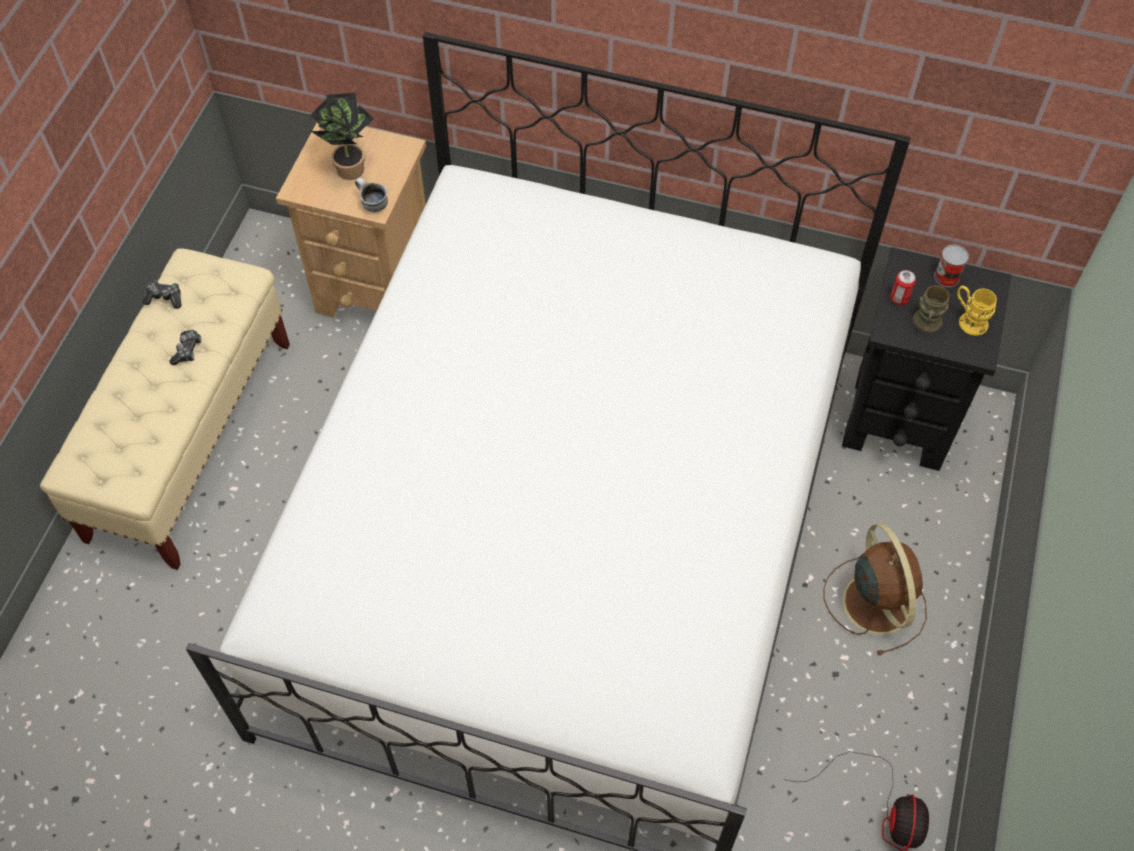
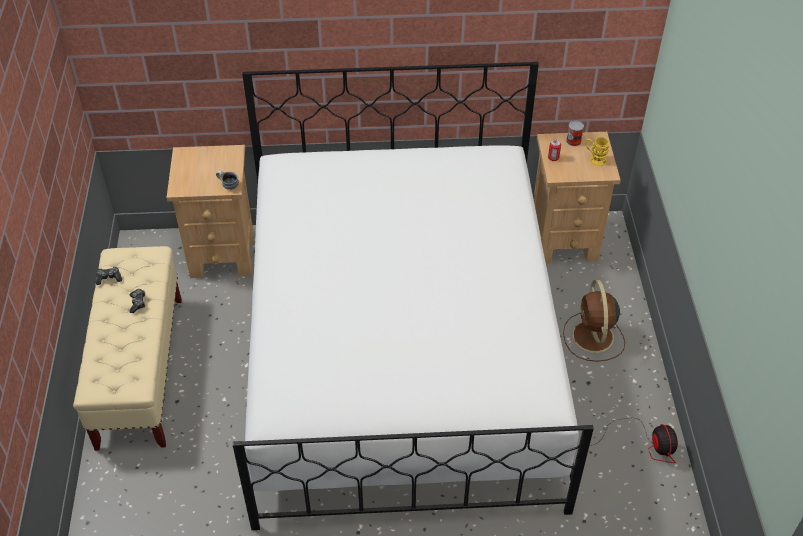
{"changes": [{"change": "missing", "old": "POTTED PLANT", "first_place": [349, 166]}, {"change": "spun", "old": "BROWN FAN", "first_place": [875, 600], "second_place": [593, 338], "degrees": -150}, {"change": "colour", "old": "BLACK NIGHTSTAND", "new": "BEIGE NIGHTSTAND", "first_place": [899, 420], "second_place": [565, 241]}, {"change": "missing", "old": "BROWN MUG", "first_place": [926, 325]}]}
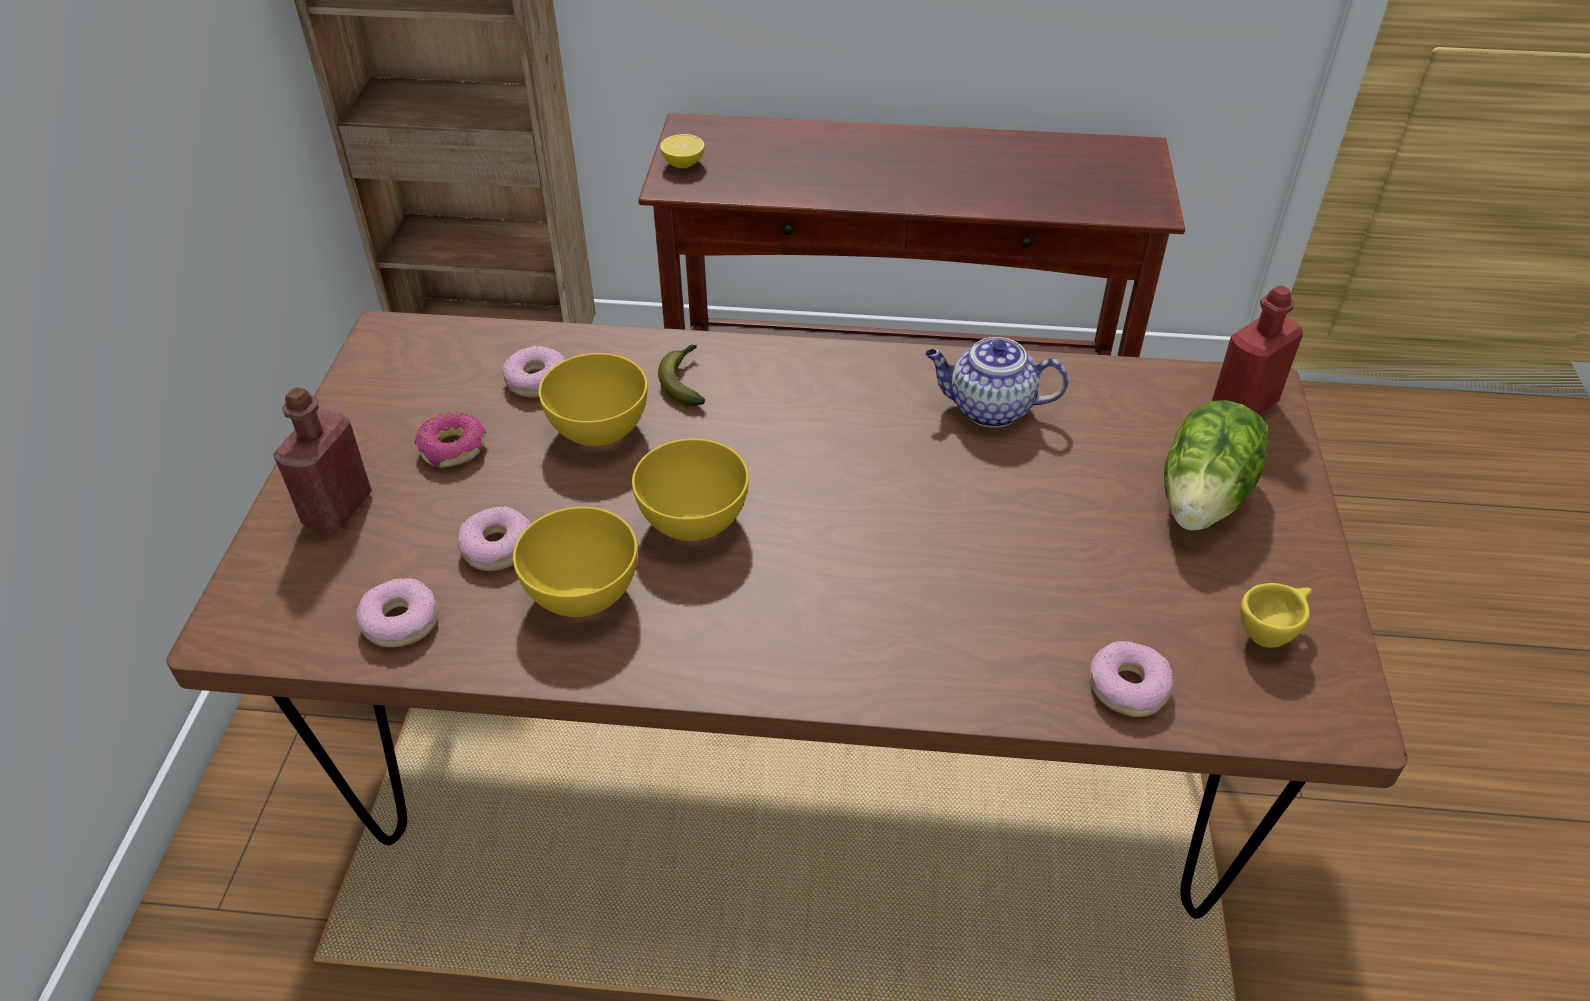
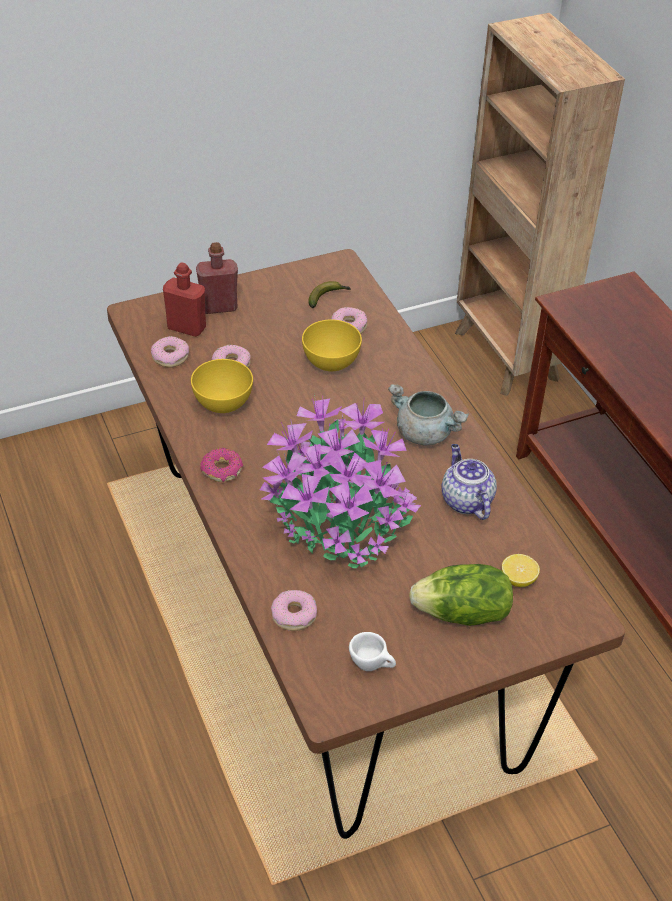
{"changes": [{"change": "relocated", "old": "DONUT", "first_place": [453, 448], "second_place": [222, 470]}, {"change": "missing", "old": "YELLOW BOWL", "first_place": [695, 521]}, {"change": "relocated", "old": "BANANA", "first_place": [684, 381], "second_place": [328, 297]}, {"change": "relocated", "old": "LEMON", "first_place": [683, 164], "second_place": [518, 579]}, {"change": "relocated", "old": "RED BOTTLE", "first_place": [1244, 404], "second_place": [186, 327]}, {"change": "colour", "old": "YELLOW CUP", "new": "WHITE CUP", "first_place": [1270, 633], "second_place": [372, 665]}, {"change": "appeared", "new": "POTTED PLANT", "second_place": [338, 519]}, {"change": "appeared", "new": "GREY COOKING POT", "second_place": [425, 433]}]}
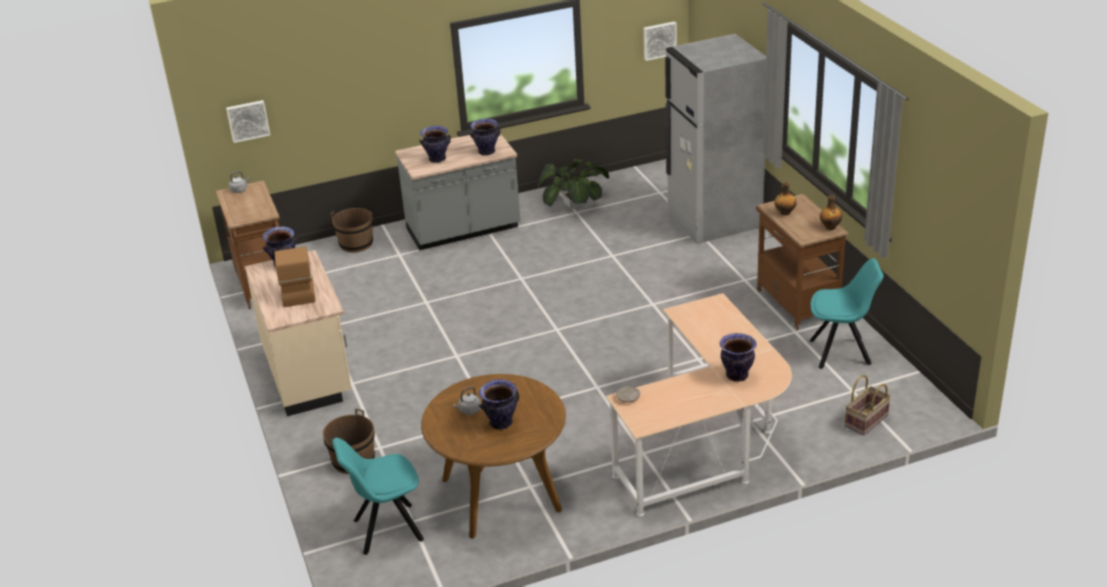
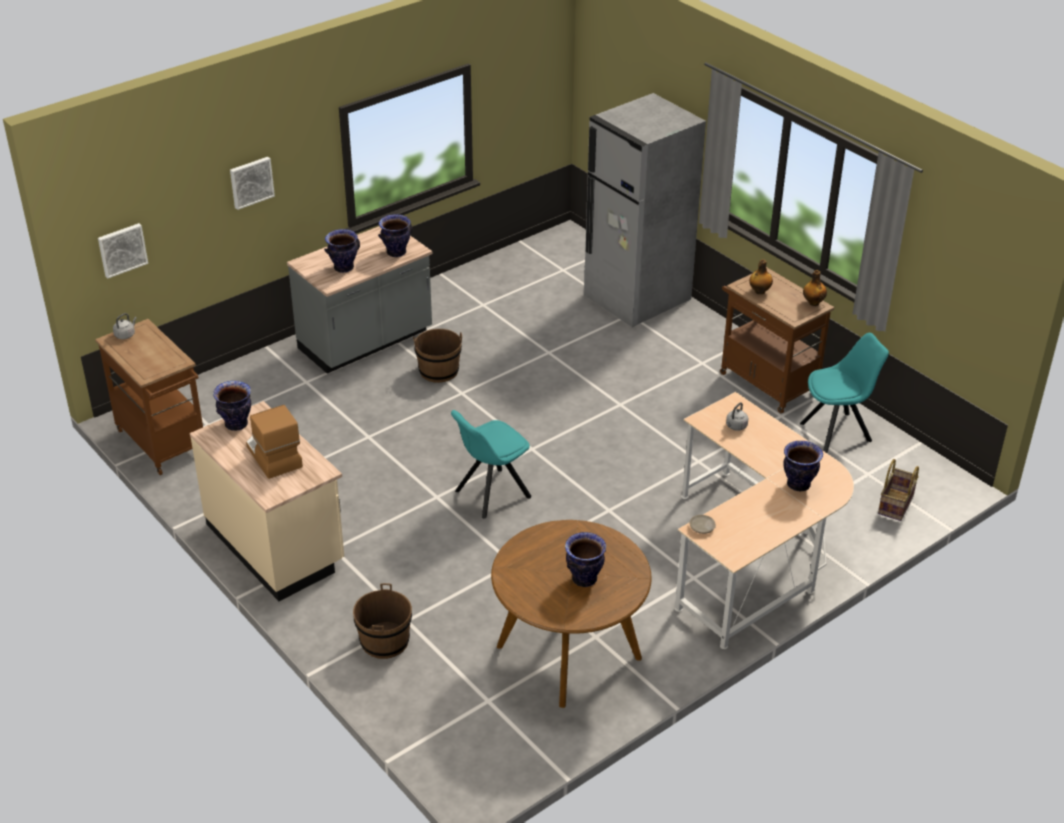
{"changes": [{"change": "relocated", "old": "BROWN BUCKET", "first_place": [356, 244], "second_place": [439, 371]}, {"change": "relocated", "old": "TURQUOISE CHAIR", "first_place": [387, 530], "second_place": [492, 494]}, {"change": "relocated", "old": "GREY KETTLE", "first_place": [469, 411], "second_place": [735, 426]}, {"change": "missing", "old": "POTTED PLANT", "first_place": [574, 203]}, {"change": "relocated", "old": "PICTURE", "first_place": [659, 40], "second_place": [251, 182]}]}
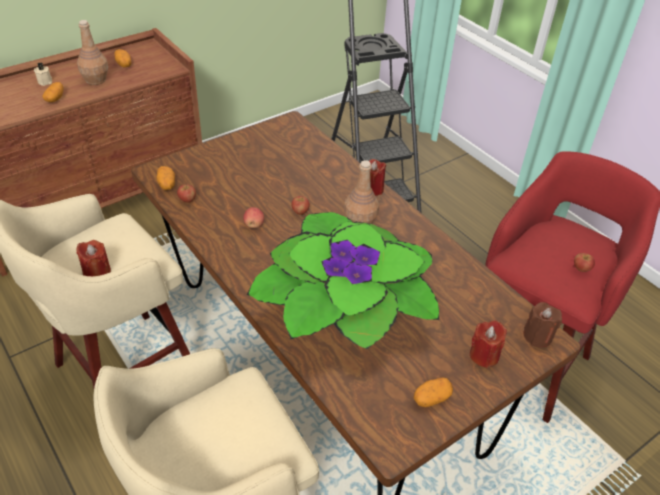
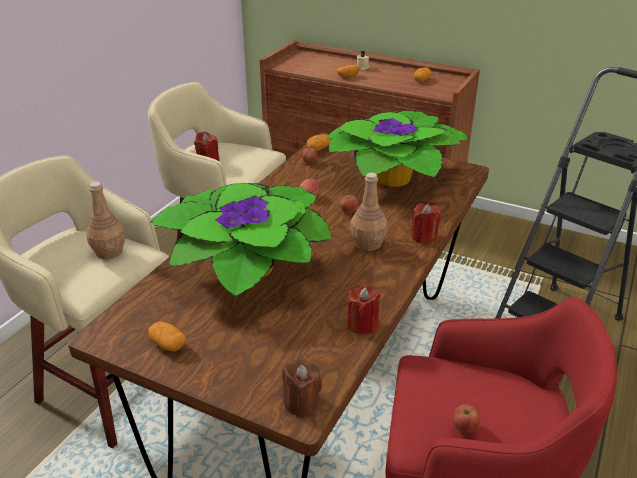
{"changes": [{"change": "relocated", "old": "BROWN BOTTLE", "first_place": [95, 79], "second_place": [109, 252]}, {"change": "relocated", "old": "RED CANDLE", "first_place": [484, 355], "second_place": [363, 324]}, {"change": "appeared", "new": "POTTED PLANT", "second_place": [394, 176]}]}
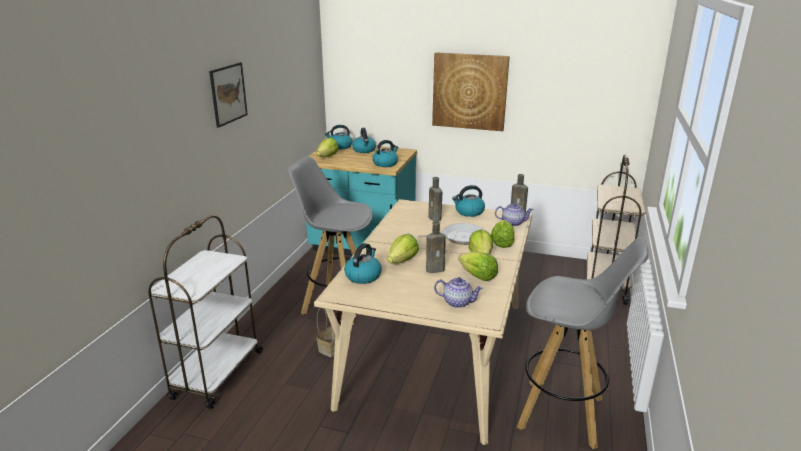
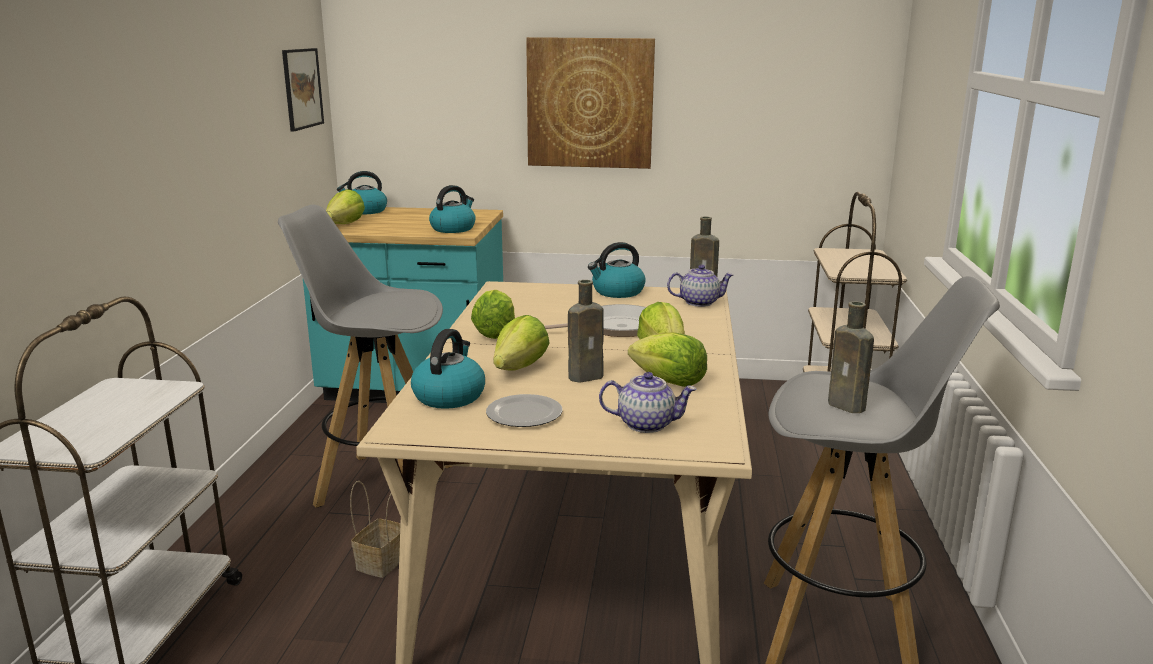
{"changes": [{"change": "relocated", "old": "PICTURE", "first_place": [228, 94], "second_place": [302, 88]}, {"change": "missing", "old": "KETTLE", "first_place": [364, 150]}, {"change": "relocated", "old": "BROWN BOTTLE", "first_place": [435, 219], "second_place": [849, 406]}, {"change": "relocated", "old": "LETTUCE", "first_place": [502, 243], "second_place": [495, 332]}, {"change": "appeared", "new": "PLATE", "second_place": [524, 413]}]}
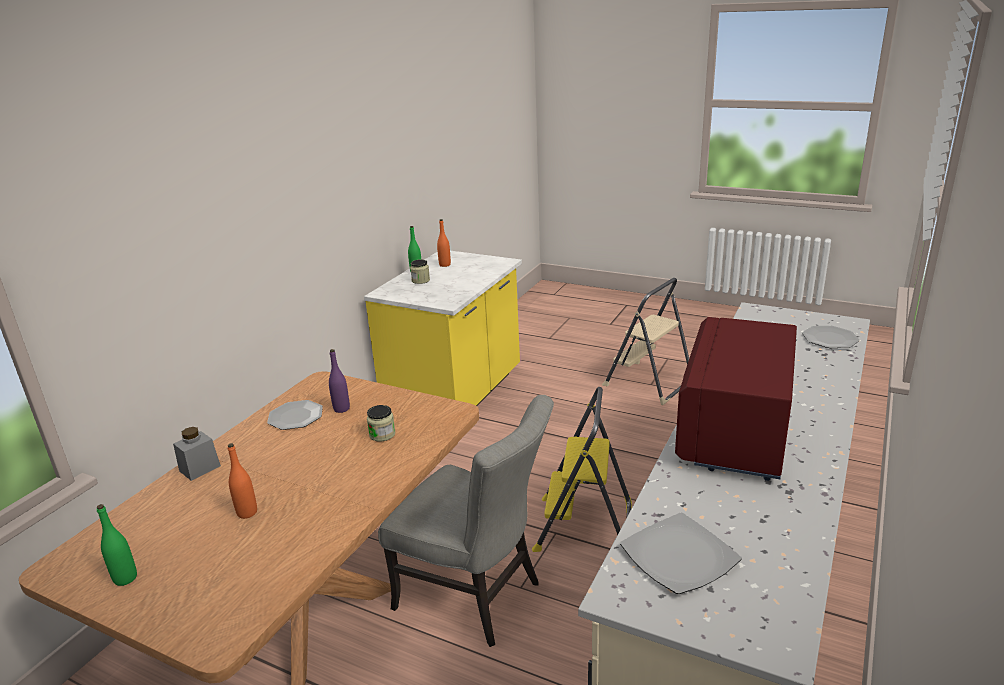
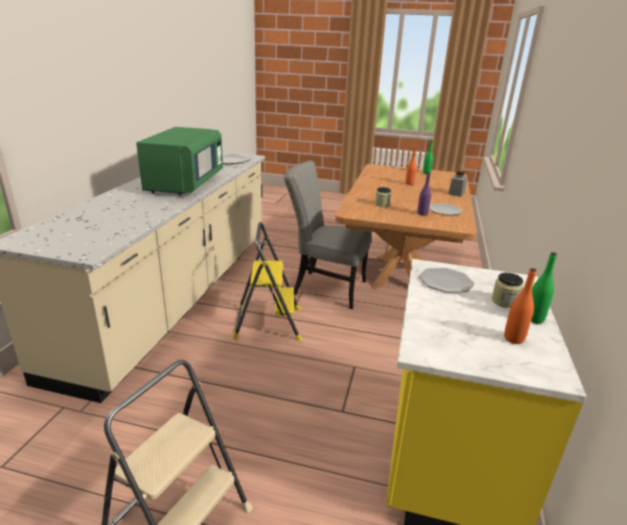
{"changes": [{"change": "colour", "old": "RED MICROWAVE", "new": "GREEN MICROWAVE", "first_place": [735, 433], "second_place": [185, 184]}, {"change": "relocated", "old": "PLATE", "first_place": [829, 339], "second_place": [446, 282]}]}
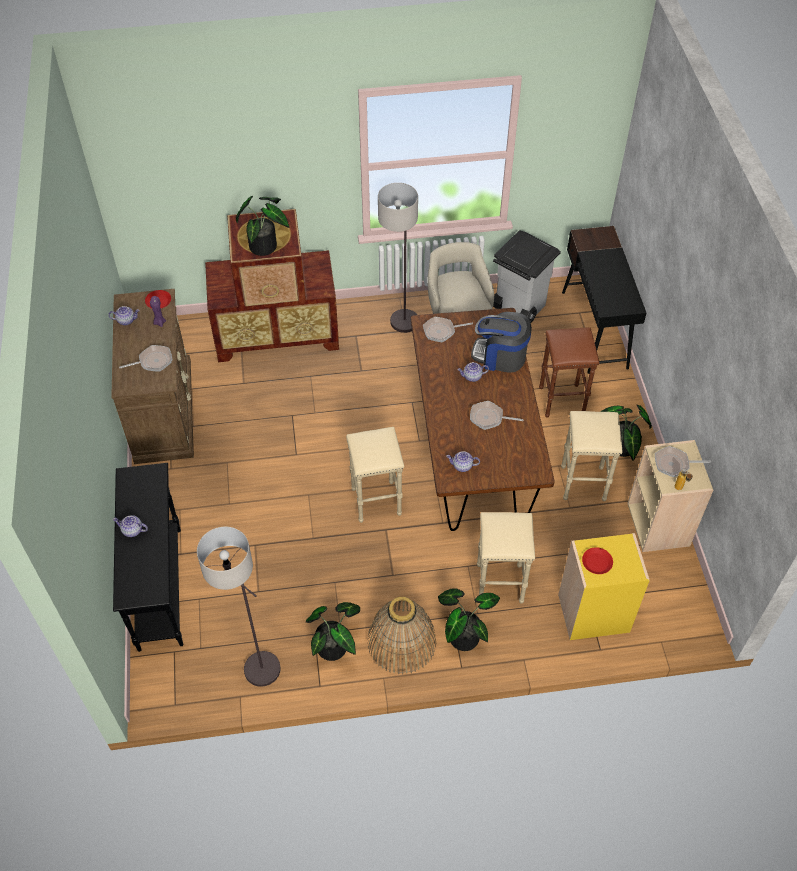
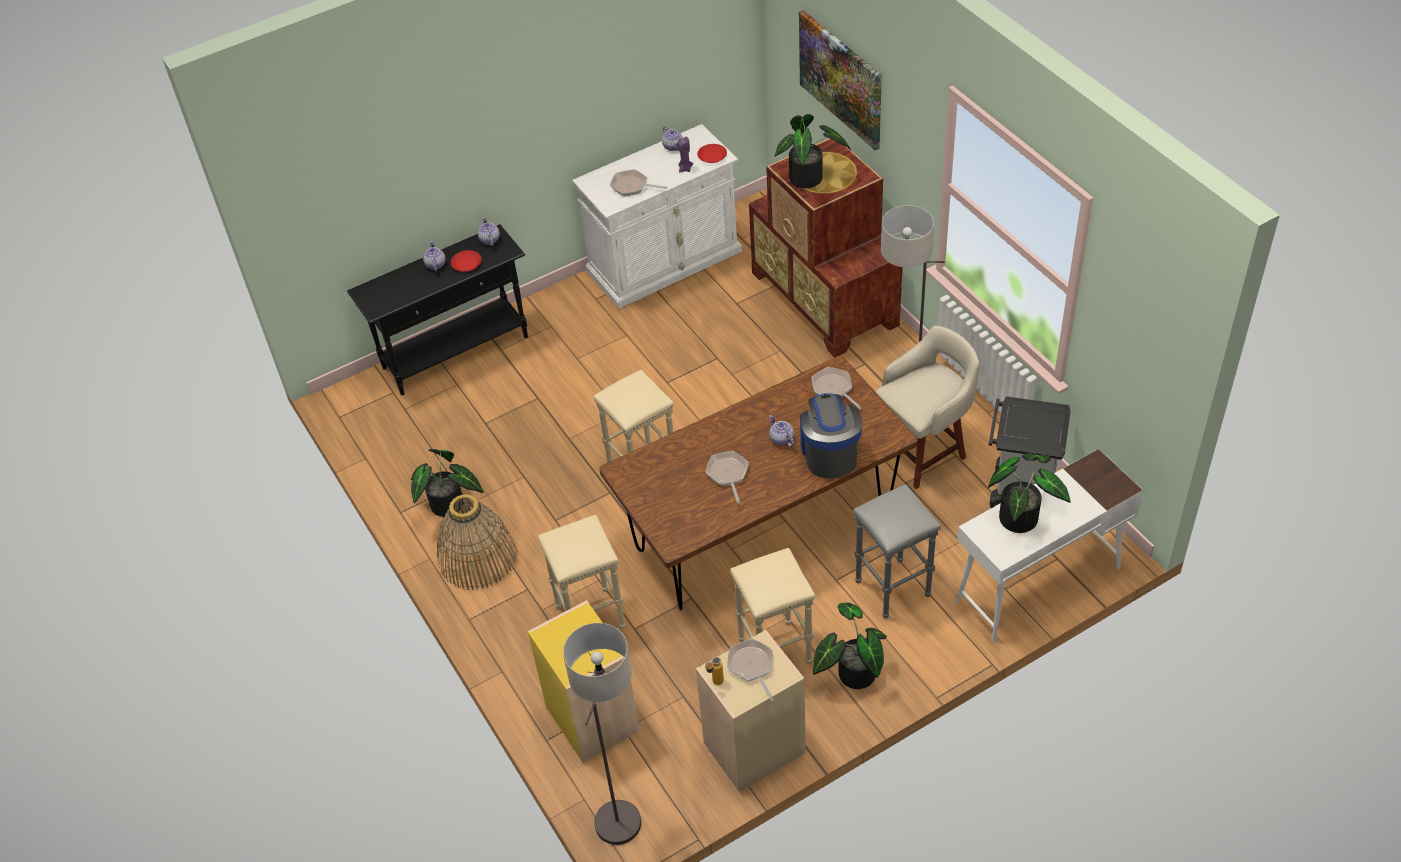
{"changes": [{"change": "colour", "old": "BROWN DRESSER", "new": "WHITE DRESSER", "first_place": [163, 410], "second_place": [664, 261]}, {"change": "spun", "old": "FRYING PAN", "first_place": [153, 361], "second_place": [632, 186], "degrees": 150}, {"change": "relocated", "old": "GREY FLOOR LAMP", "first_place": [254, 663], "second_place": [622, 811]}, {"change": "relocated", "old": "POTTED PLANT", "first_place": [463, 634], "second_place": [1022, 516]}, {"change": "relocated", "old": "TEAPOT", "first_place": [462, 466], "second_place": [489, 239]}, {"change": "colour", "old": "BROWN STOOL", "new": "GREY STOOL", "first_place": [563, 401], "second_place": [892, 589]}, {"change": "colour", "old": "BLACK DESK", "new": "WHITE DESK", "first_place": [594, 330], "second_place": [1038, 584]}, {"change": "relocated", "old": "RED PLATE", "first_place": [597, 563], "second_place": [466, 264]}, {"change": "appeared", "new": "PICTURE", "second_place": [841, 79]}]}
